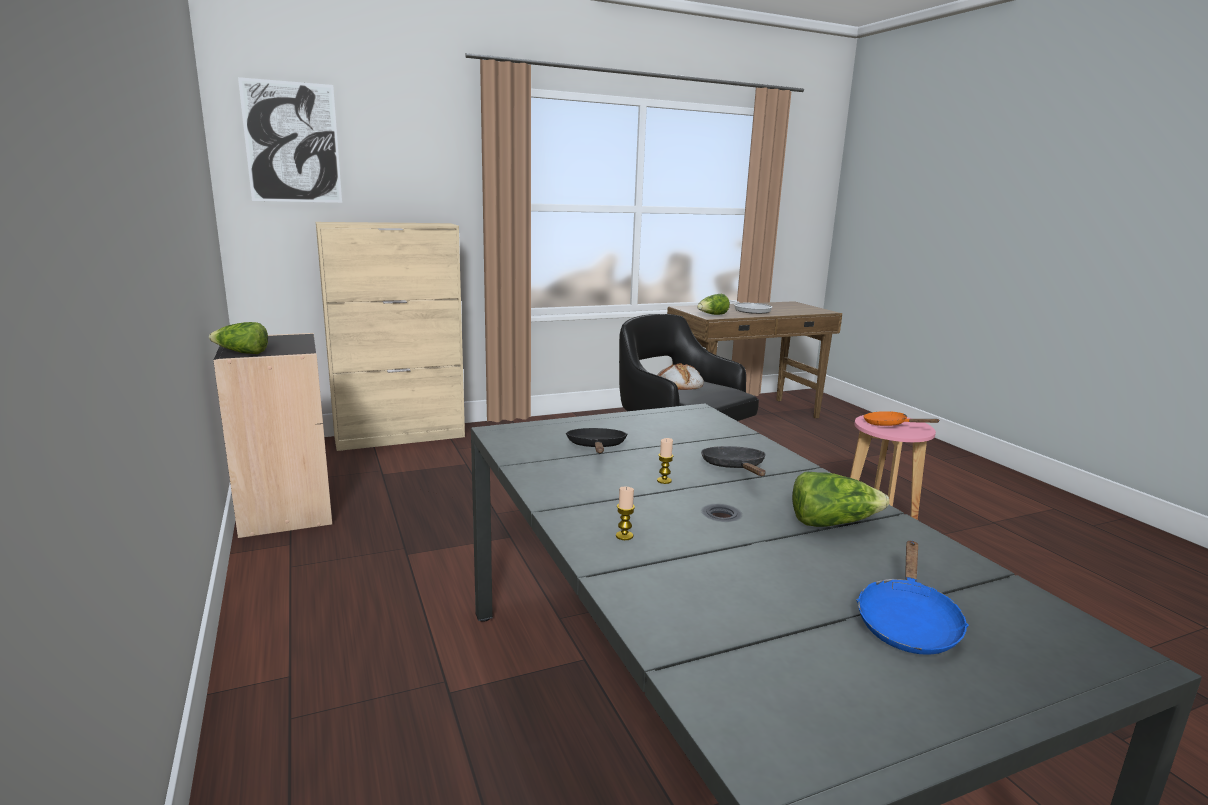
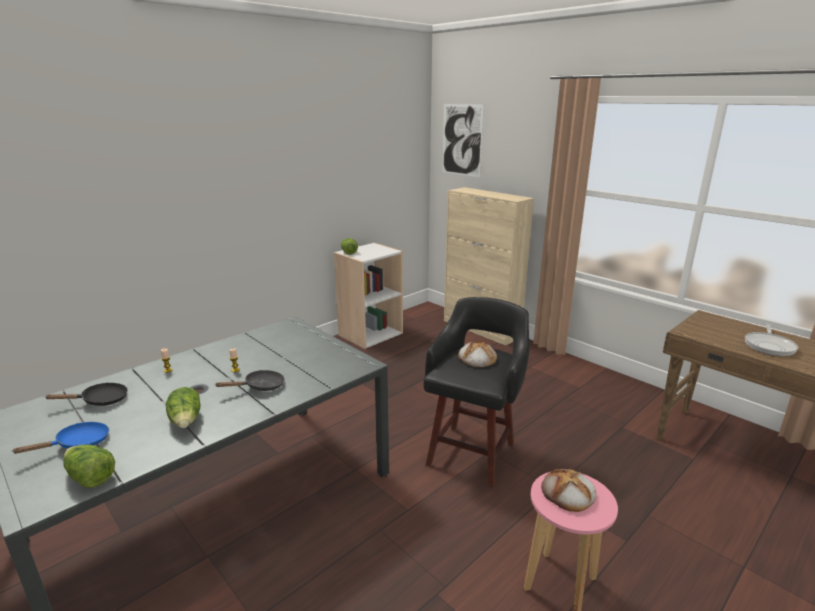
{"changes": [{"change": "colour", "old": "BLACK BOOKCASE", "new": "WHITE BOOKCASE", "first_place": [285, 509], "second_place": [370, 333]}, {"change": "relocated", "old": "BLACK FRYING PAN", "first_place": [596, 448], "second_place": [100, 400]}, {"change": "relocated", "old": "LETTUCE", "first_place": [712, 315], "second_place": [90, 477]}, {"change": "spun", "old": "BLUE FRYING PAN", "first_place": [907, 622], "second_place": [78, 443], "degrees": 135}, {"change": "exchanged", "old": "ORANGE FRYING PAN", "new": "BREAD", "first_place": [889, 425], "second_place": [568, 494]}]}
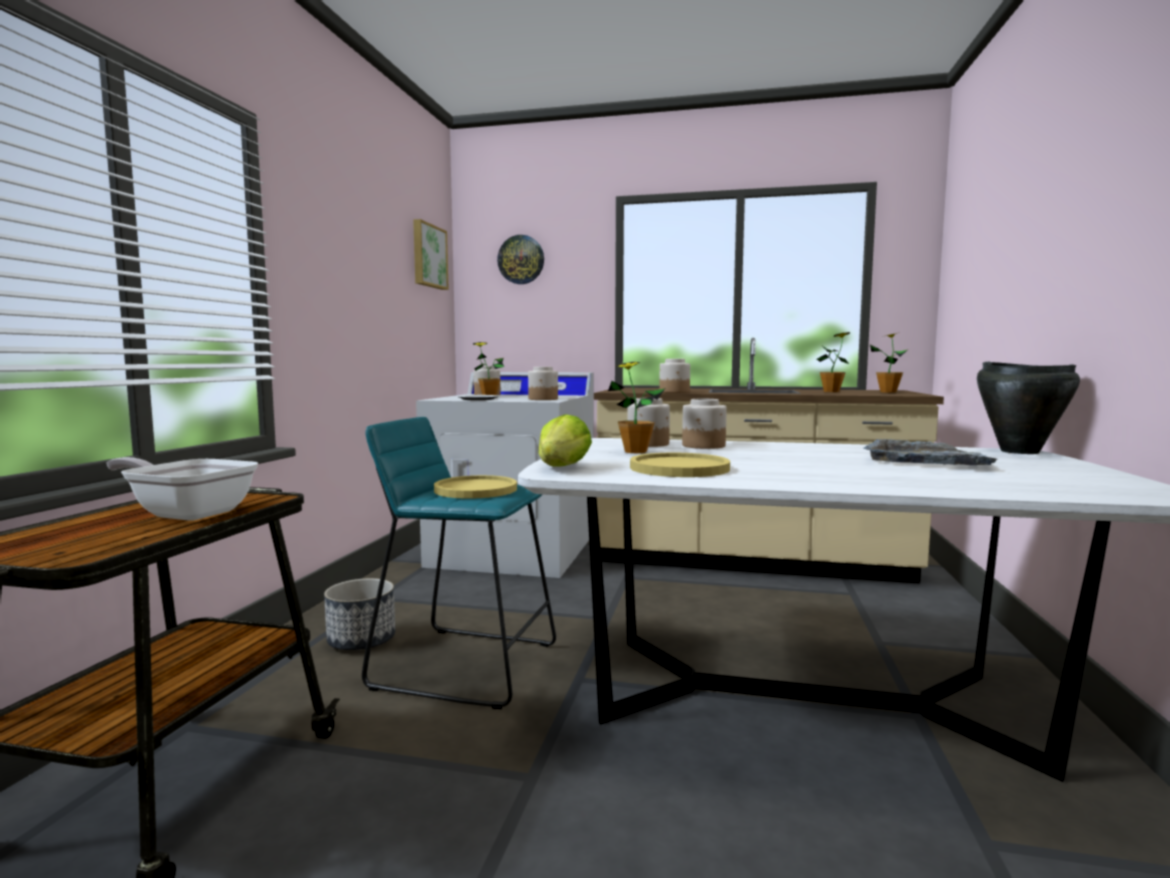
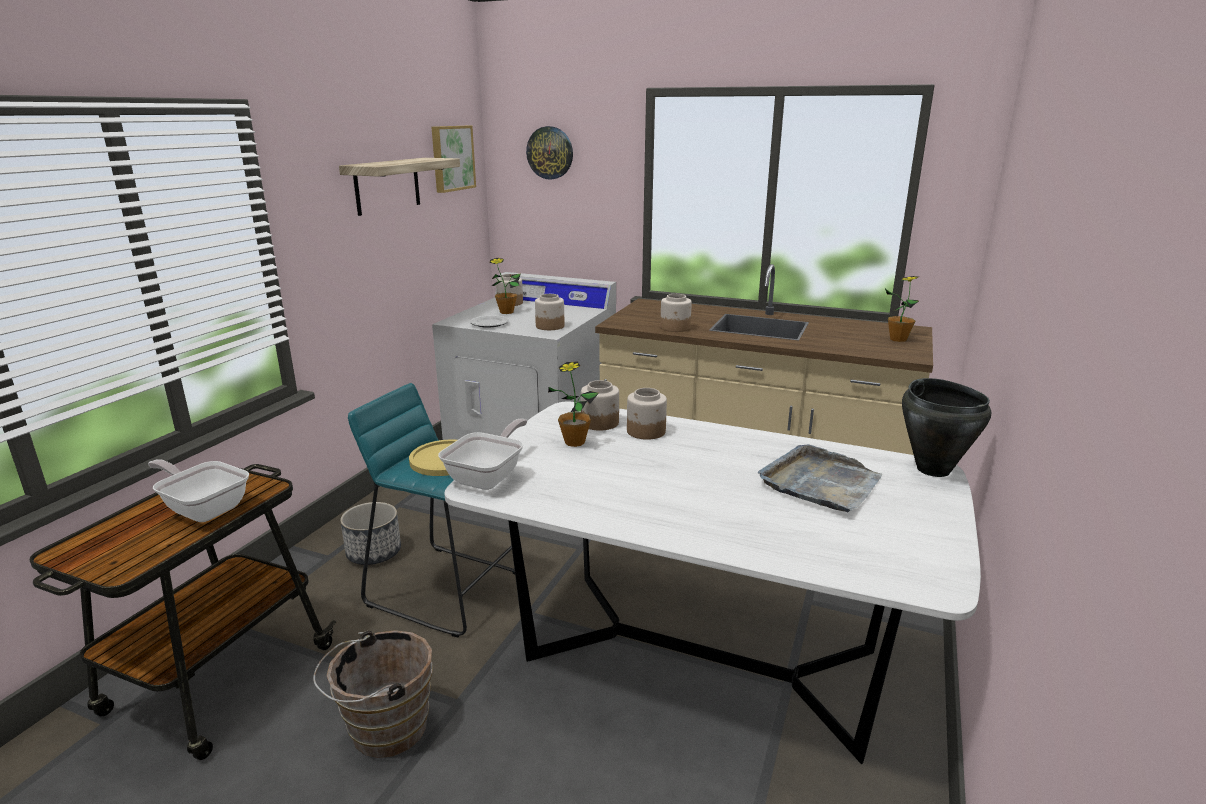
{"changes": [{"change": "exchanged", "old": "LETTUCE", "new": "FRYING PAN", "first_place": [563, 467], "second_place": [489, 476]}, {"change": "missing", "old": "YELLOW PLATE", "first_place": [679, 468]}, {"change": "missing", "old": "POTTED PLANT", "first_place": [831, 391]}, {"change": "appeared", "new": "BROWN BUCKET", "second_place": [383, 730]}, {"change": "appeared", "new": "SHELF", "second_place": [387, 185]}]}
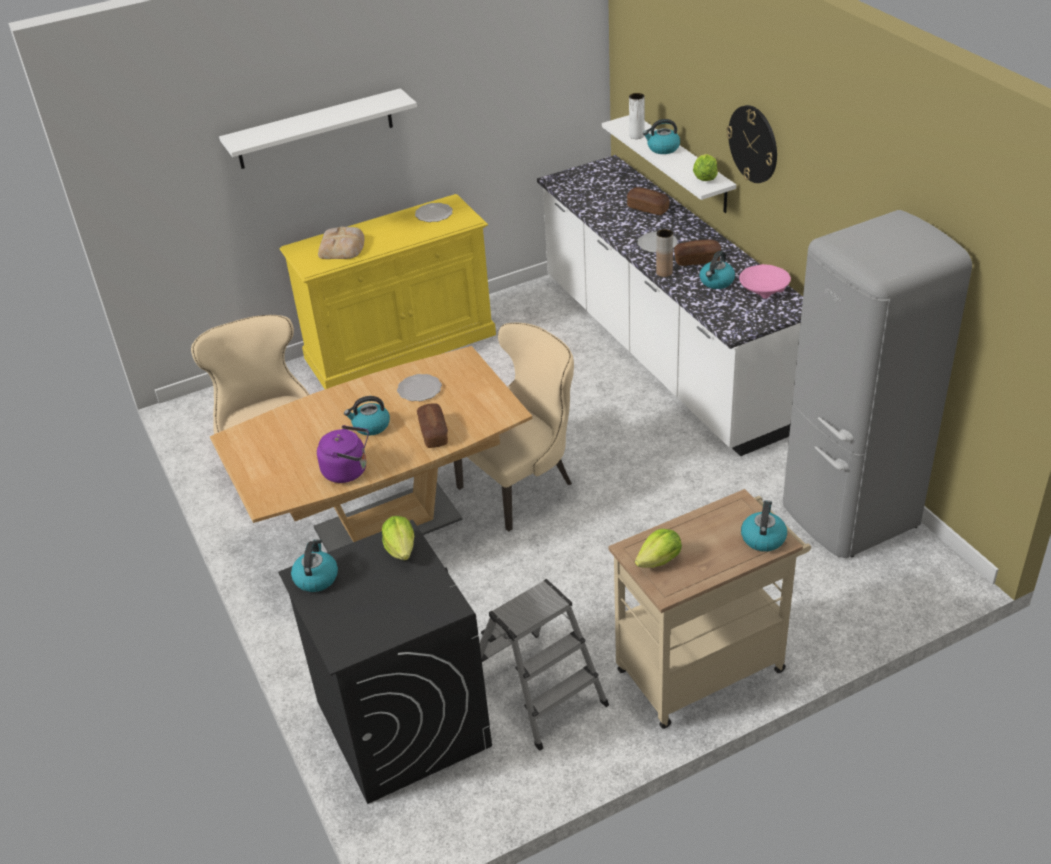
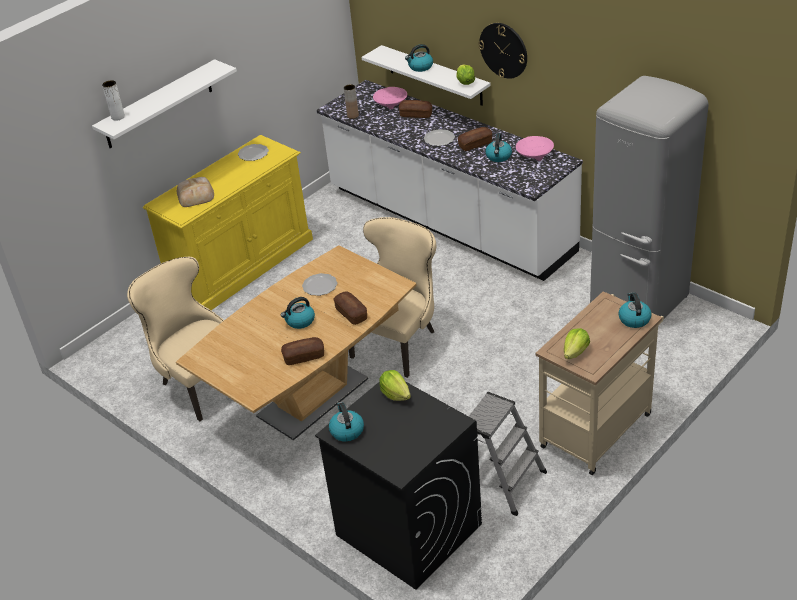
{"changes": [{"change": "exchanged", "old": "PURPLE KETTLE", "new": "BREAD", "first_place": [348, 471], "second_place": [304, 357]}, {"change": "relocated", "old": "WHITE VASE", "first_place": [636, 136], "second_place": [118, 117]}, {"change": "relocated", "old": "BROWN VASE", "first_place": [664, 273], "second_place": [353, 116]}, {"change": "appeared", "new": "PINK BOWL", "second_place": [390, 103]}]}
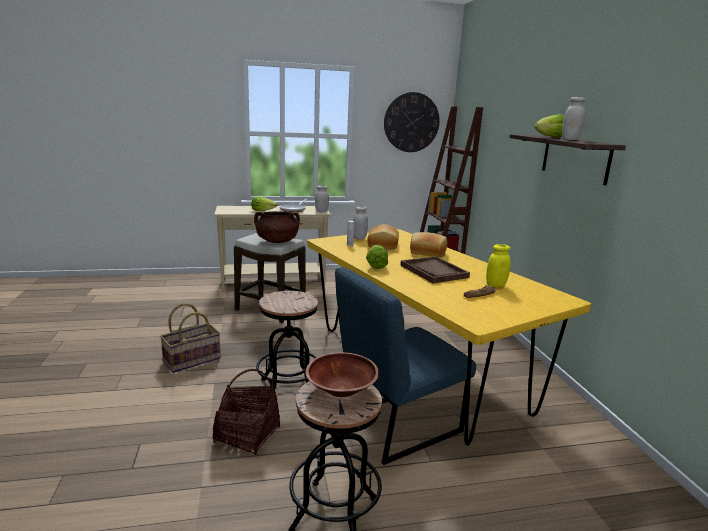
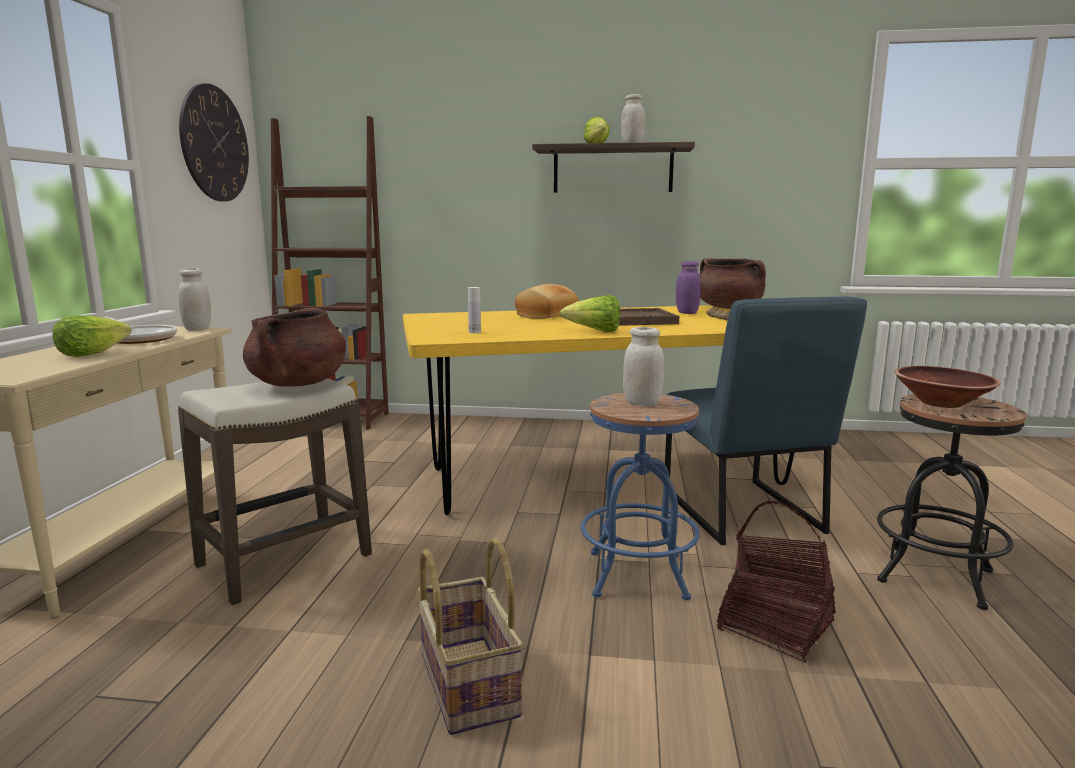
{"changes": [{"change": "colour", "old": "BLACK STOOL", "new": "BLUE STOOL", "first_place": [288, 389], "second_place": [637, 575]}, {"change": "relocated", "old": "WHITE JAR", "first_place": [359, 238], "second_place": [642, 403]}, {"change": "missing", "old": "BREAD", "first_place": [383, 245]}, {"change": "colour", "old": "YELLOW JAR", "new": "PURPLE JAR", "first_place": [495, 285], "second_place": [687, 313]}, {"change": "appeared", "new": "BROWN COOKING POT", "second_place": [729, 308]}]}
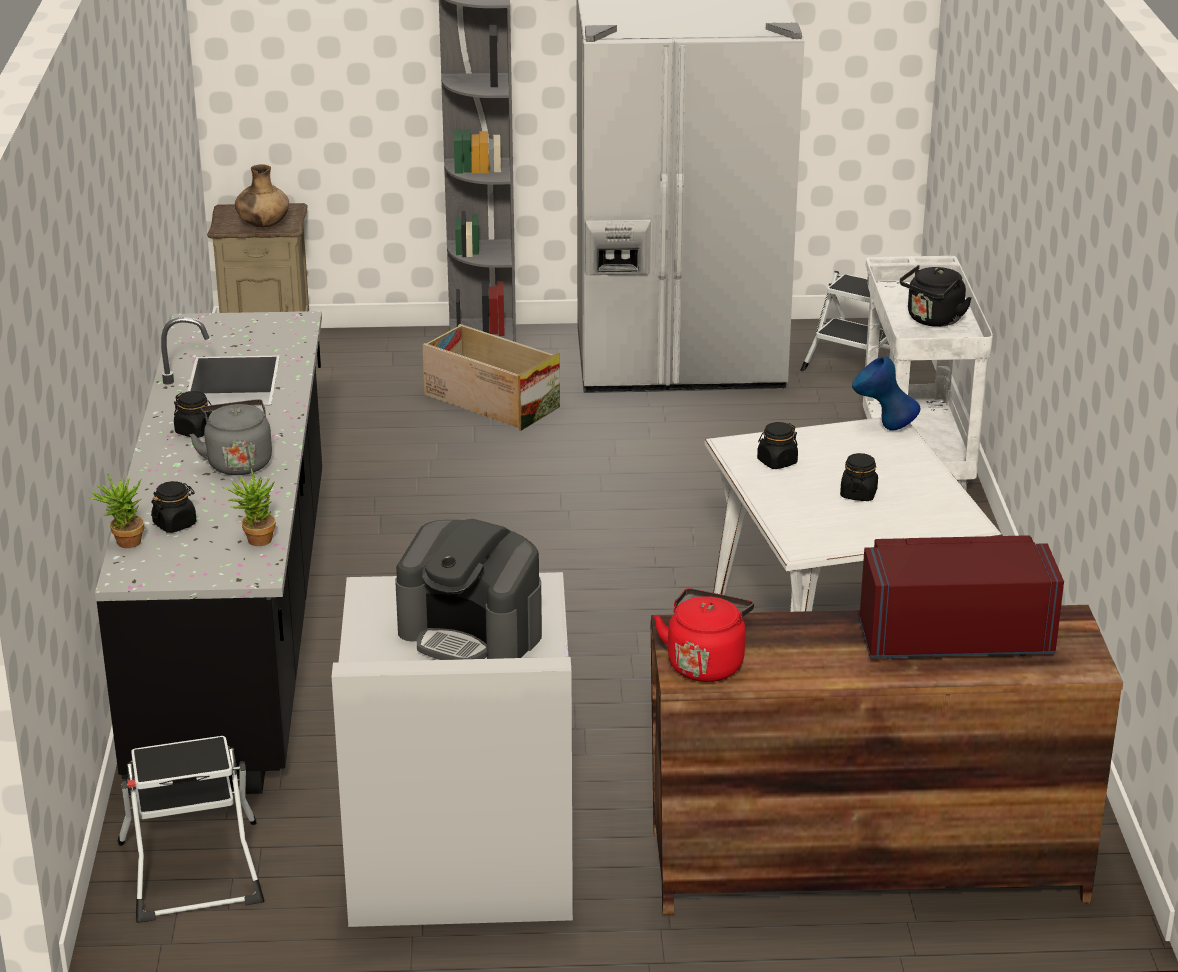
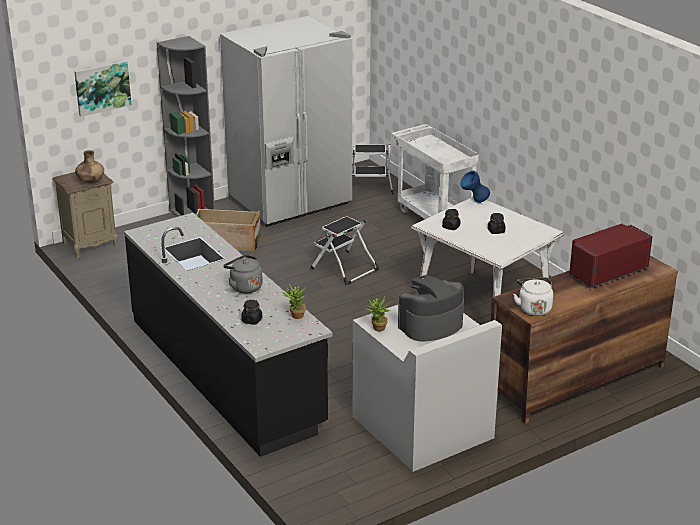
{"changes": [{"change": "relocated", "old": "POTTED PLANT", "first_place": [123, 543], "second_place": [377, 329]}, {"change": "relocated", "old": "STEP LADDER", "first_place": [193, 867], "second_place": [344, 268]}, {"change": "missing", "old": "BLACK JAR", "first_place": [195, 431]}, {"change": "spun", "old": "COFFEE MACHINE", "first_place": [472, 633], "second_place": [430, 325], "degrees": 150}, {"change": "colour", "old": "RED KETTLE", "new": "WHITE KETTLE", "first_place": [706, 663], "second_place": [533, 308]}, {"change": "missing", "old": "BLACK KETTLE", "first_place": [933, 320]}, {"change": "appeared", "new": "PICTURE", "second_place": [102, 87]}]}
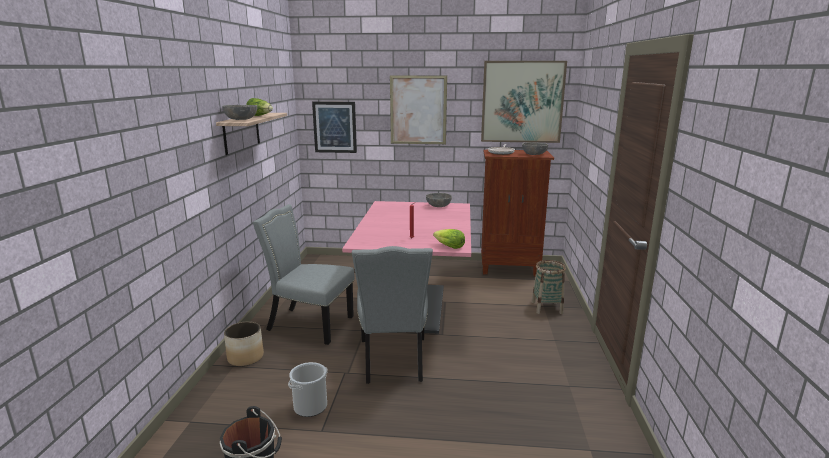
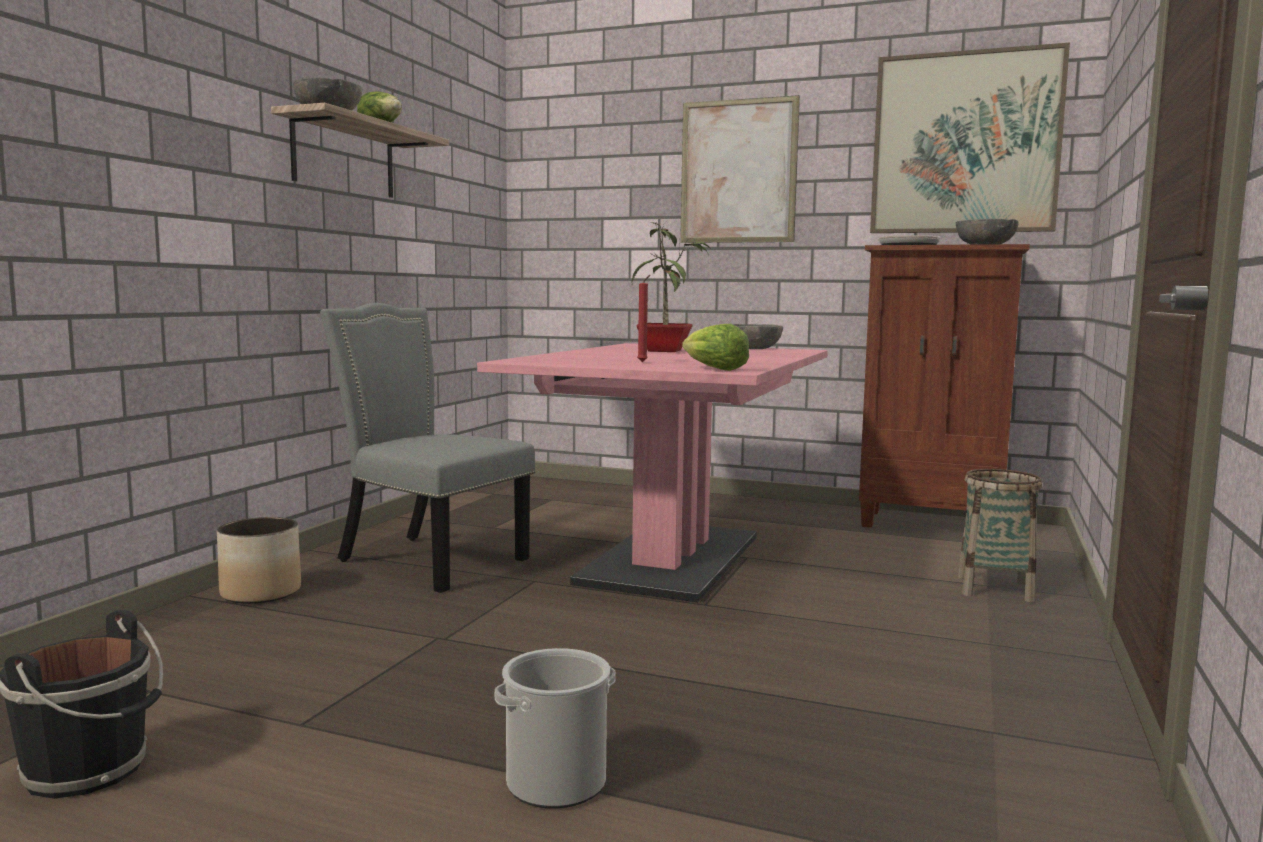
{"changes": [{"change": "relocated", "old": "BUCKET", "first_place": [310, 406], "second_place": [556, 783]}, {"change": "missing", "old": "PICTURE", "first_place": [335, 127]}, {"change": "missing", "old": "GREY CHAIR", "first_place": [393, 358]}, {"change": "appeared", "new": "POTTED PLANT", "second_place": [667, 351]}]}
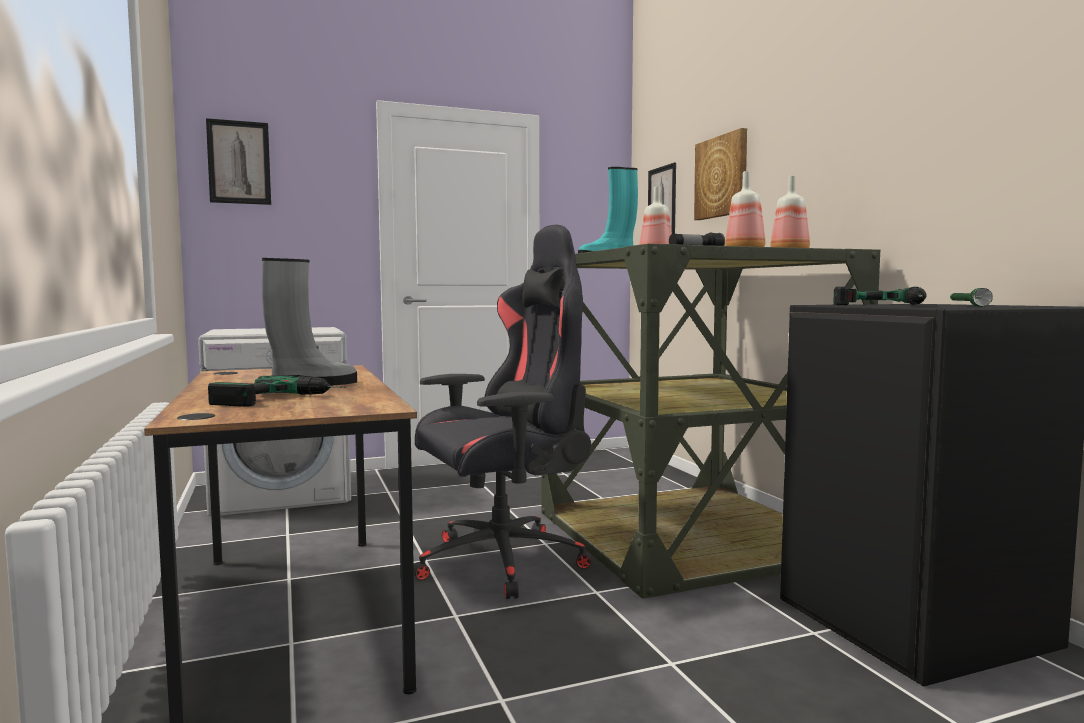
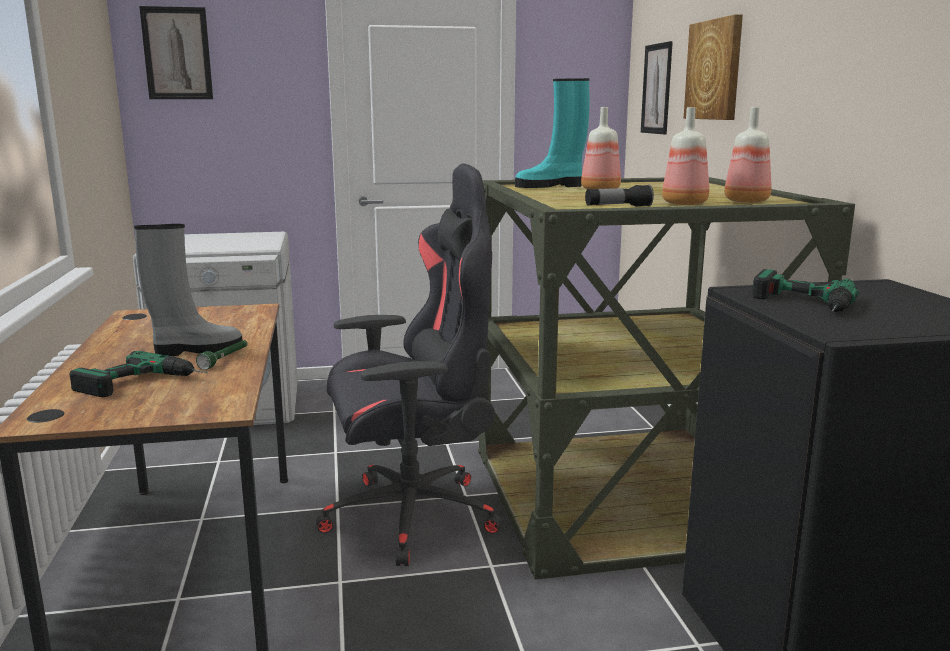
{"changes": [{"change": "relocated", "old": "GREEN FLASHLIGHT", "first_place": [967, 306], "second_place": [225, 360]}]}
